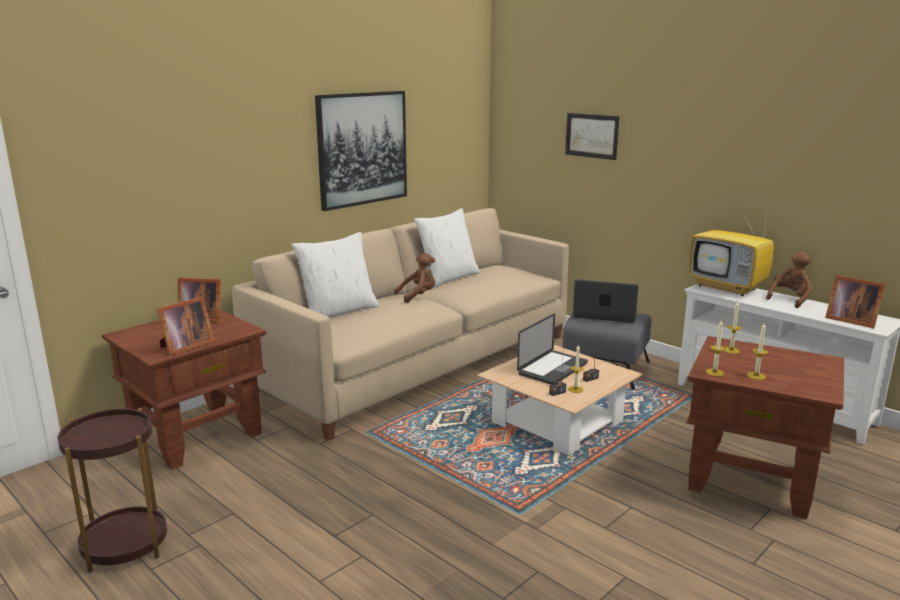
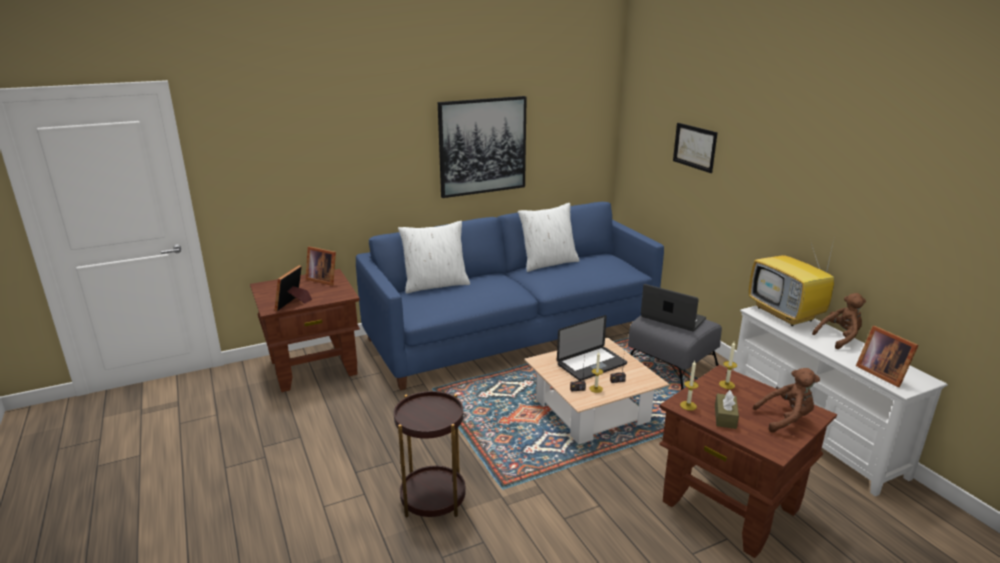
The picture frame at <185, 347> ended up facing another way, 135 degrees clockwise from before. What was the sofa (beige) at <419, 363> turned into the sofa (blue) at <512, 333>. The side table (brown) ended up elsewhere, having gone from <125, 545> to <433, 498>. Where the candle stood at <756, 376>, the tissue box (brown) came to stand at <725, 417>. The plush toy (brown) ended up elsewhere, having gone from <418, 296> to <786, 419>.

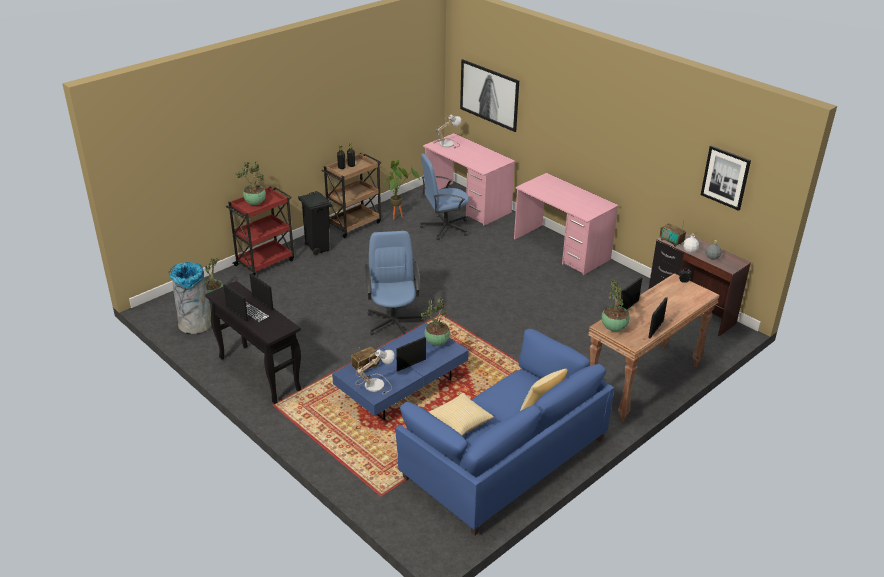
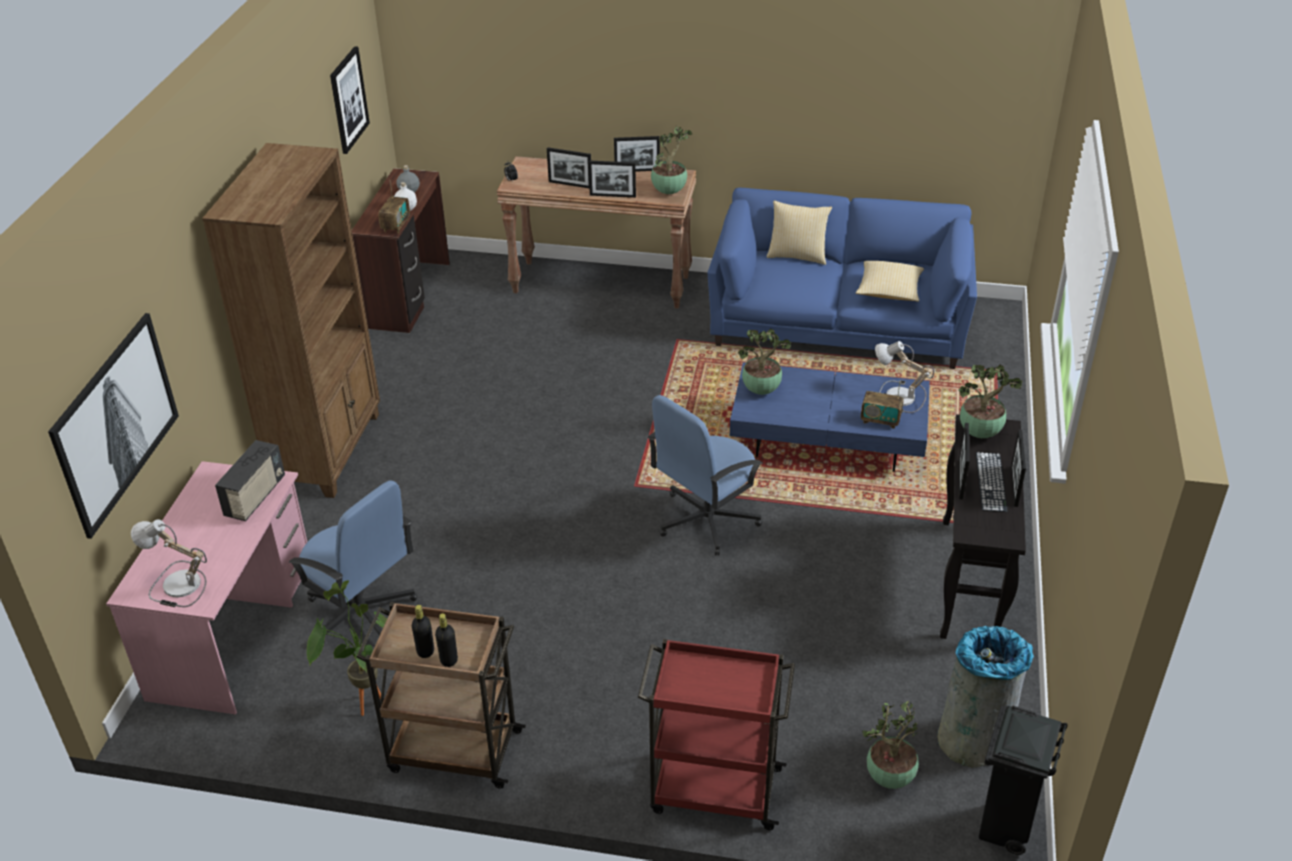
Where the desk (pink) stood at <561, 249>, the bookcase (brown) came to stand at <328, 450>. The second view gained the radio at <255, 497>. The picture frame ended up elsewhere, having gone from <411, 364> to <570, 184>. The potted plant ended up elsewhere, having gone from <254, 203> to <981, 433>. The trash can (black) ended up elsewhere, having gone from <317, 248> to <1004, 829>.

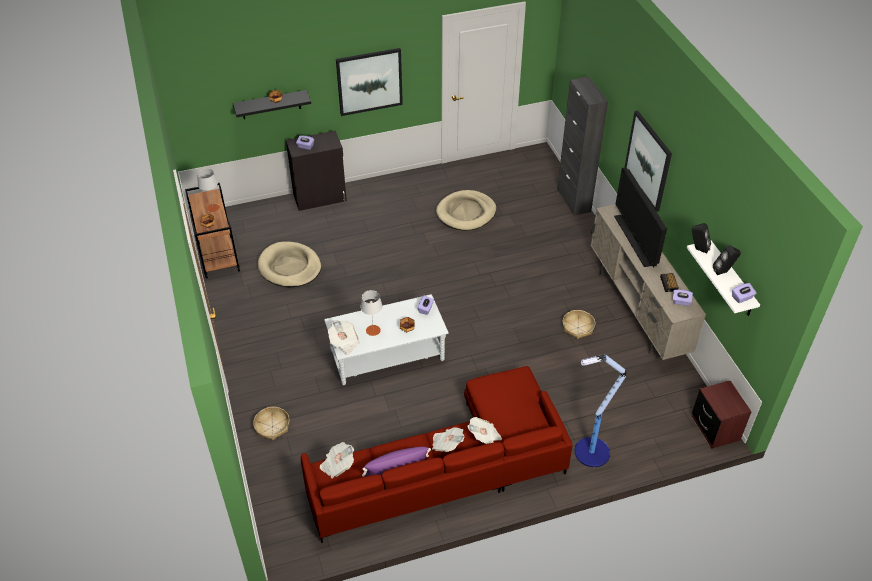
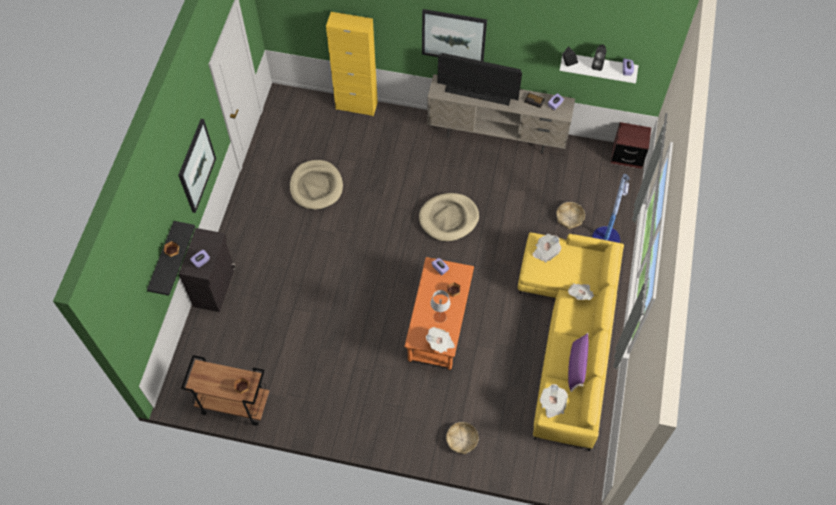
What was the cabinet (black) at <573, 200> turned into the cabinet (yellow) at <356, 106>. What was the coffee table (grey) at <387, 356> turned into the coffee table (orange) at <439, 323>. The dog bed (beige) ended up elsewhere, having gone from <290, 267> to <449, 218>. What was the sofa (red) at <447, 467> turned into the sofa (yellow) at <569, 335>. The newspaper ended up elsewhere, having gone from <447, 444> to <545, 251>. The basket ended up elsewhere, having gone from <578, 328> to <569, 218>. The second view lost the table lamp (grey) at <213, 208>.

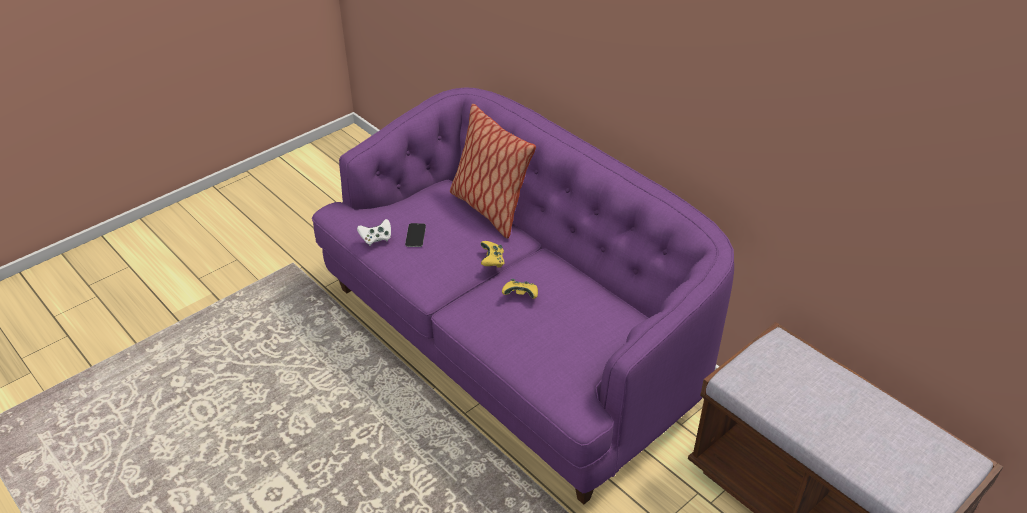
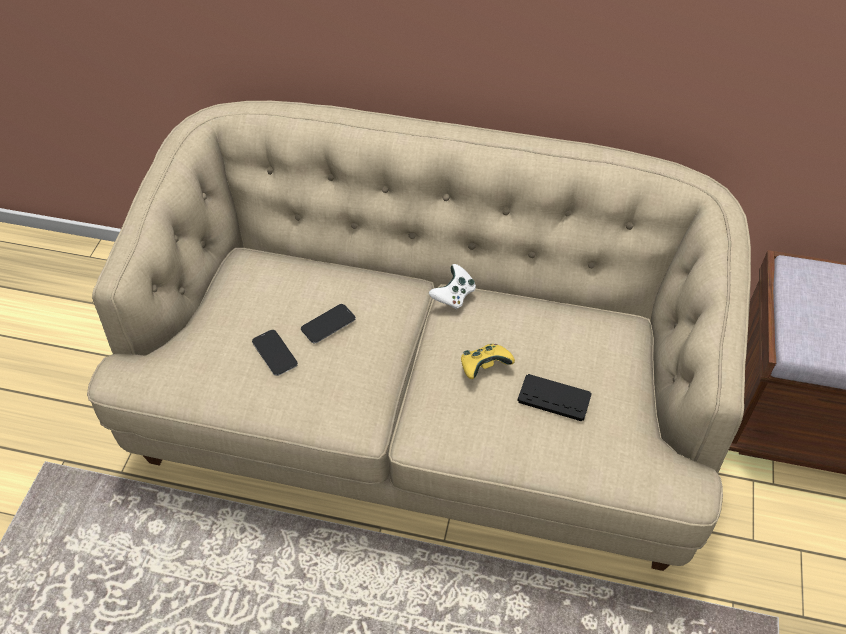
What was the sofa (purple) at <513, 343> turned into the sofa (beige) at <423, 415>. The second view gained the phone at <328, 324>. The game controller (white) ended up elsewhere, having gone from <376, 239> to <453, 296>. The second view gained the game controller (black) at <554, 398>. The second view lost the pillow at <489, 209>. The second view lost the game controller (yellow) at <492, 261>.

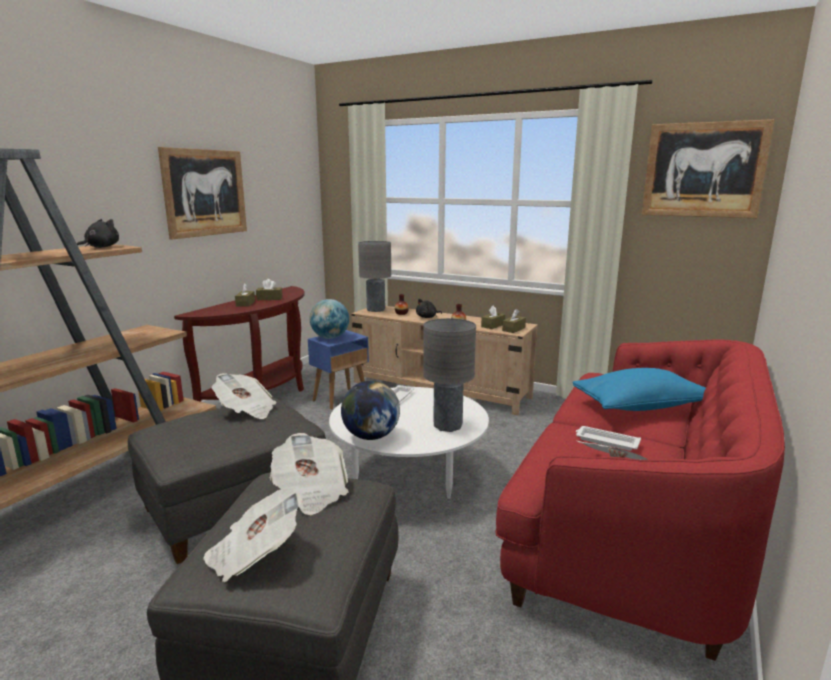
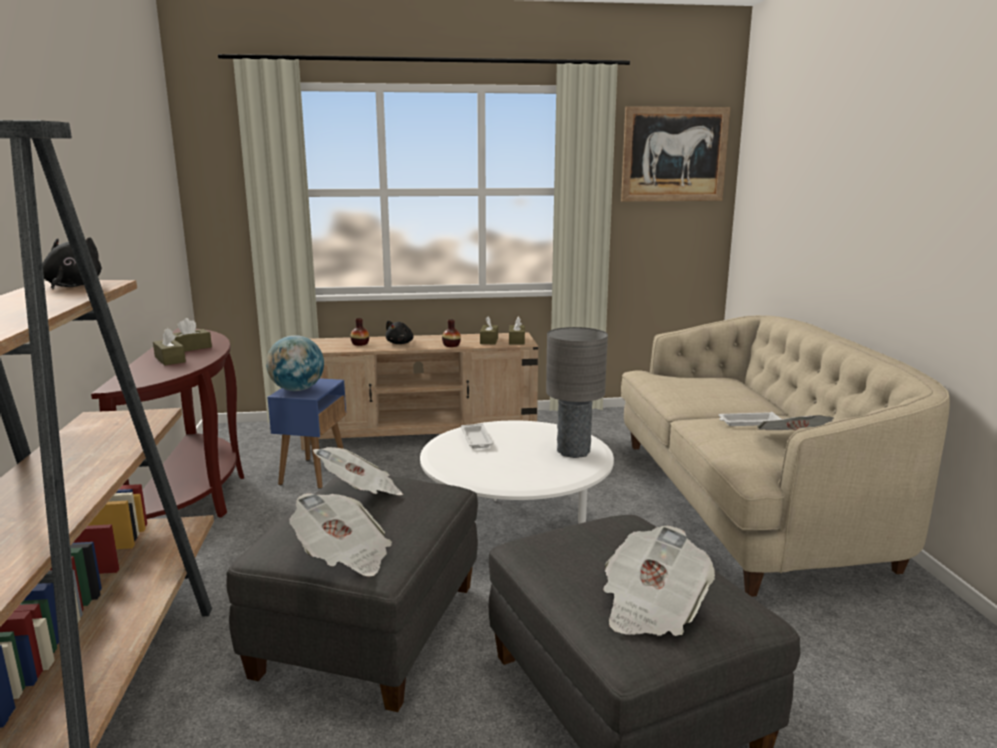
The newspaper ended up elsewhere, having gone from <311, 491> to <344, 556>. What was the sofa (red) at <633, 525> turned into the sofa (beige) at <747, 503>. The second view lost the picture at <205, 193>. The second view lost the globe at <371, 436>. The second view lost the table lamp (grey) at <375, 310>. The second view lost the pillow (blue) at <639, 406>.

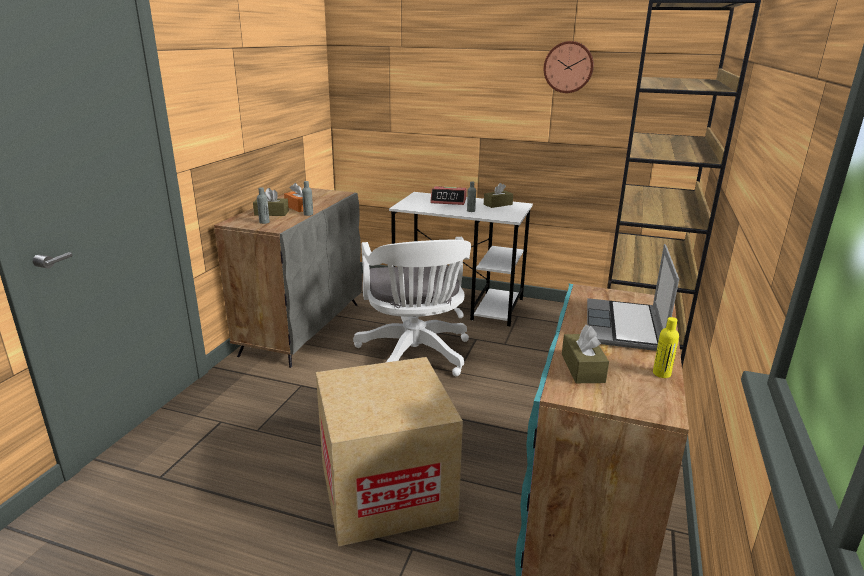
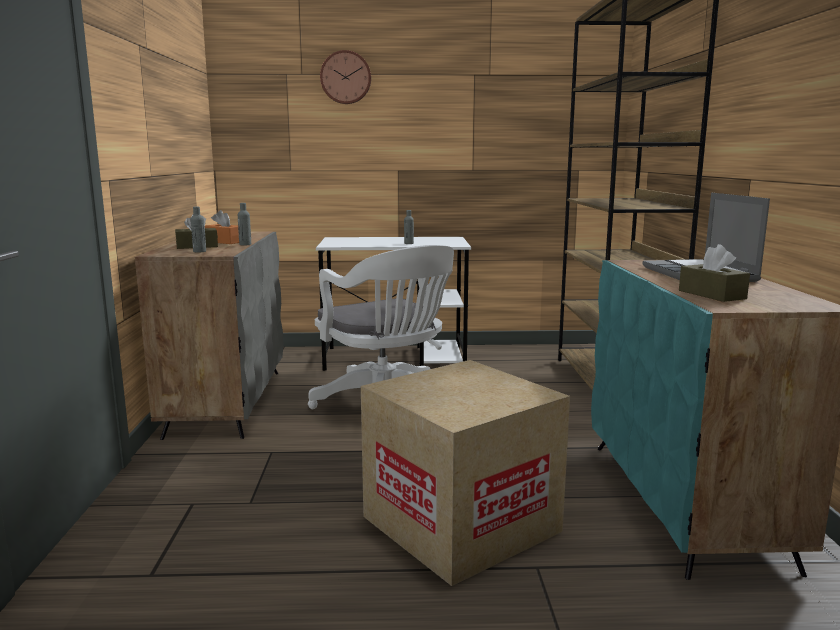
The wall clock ended up elsewhere, having gone from <568, 67> to <346, 77>. The second view lost the alarm clock at <449, 201>. The second view lost the tissue box (brown) at <498, 204>. The second view lost the bottle (yellow) at <661, 373>.

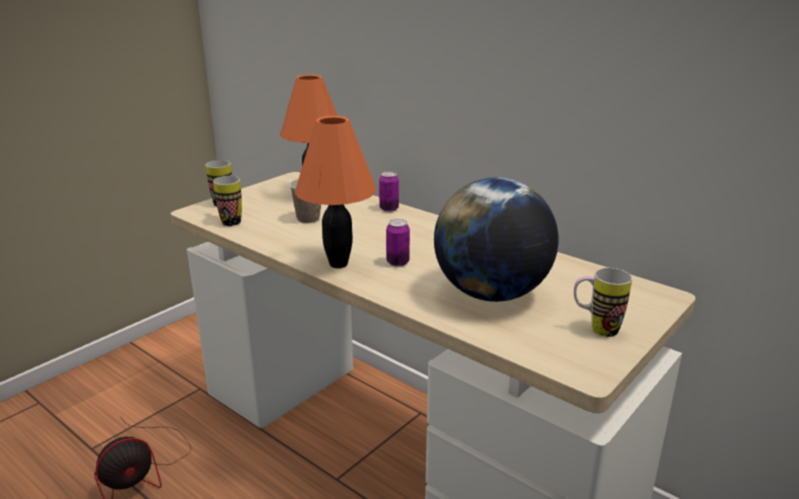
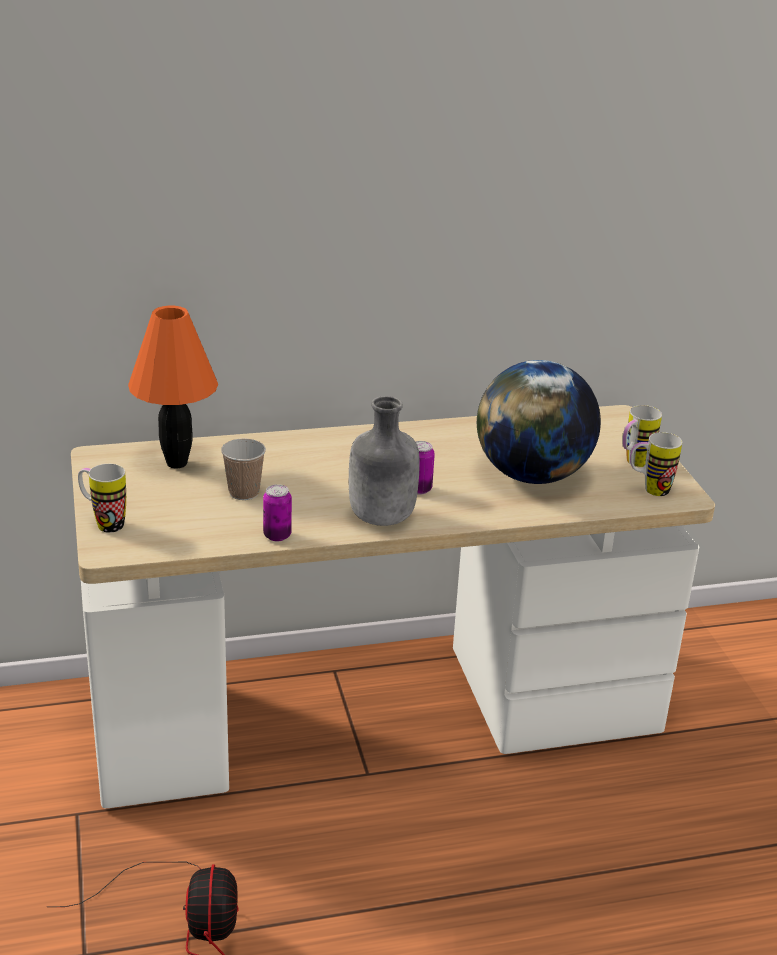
The can ended up elsewhere, having gone from <389, 209> to <277, 535>. Where the table lamp (orange) stood at <337, 264>, the bottle (grey) came to stand at <381, 518>. The mug ended up elsewhere, having gone from <228, 220> to <649, 490>.

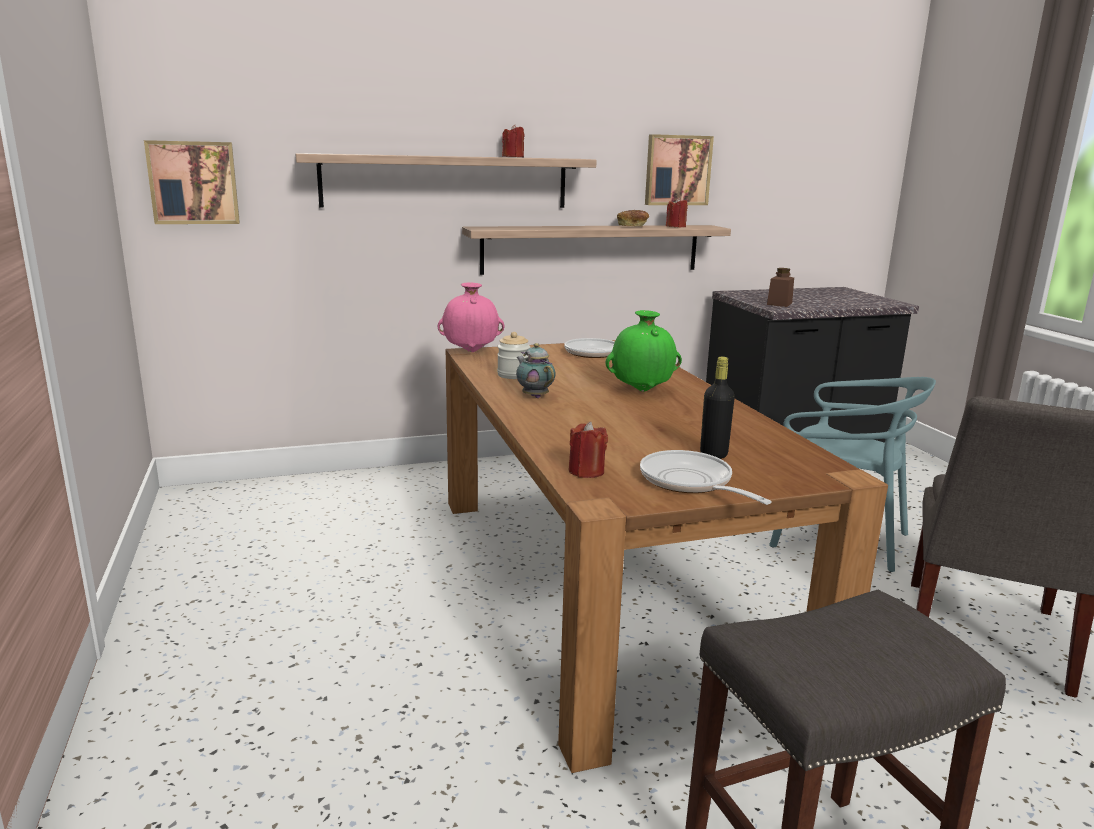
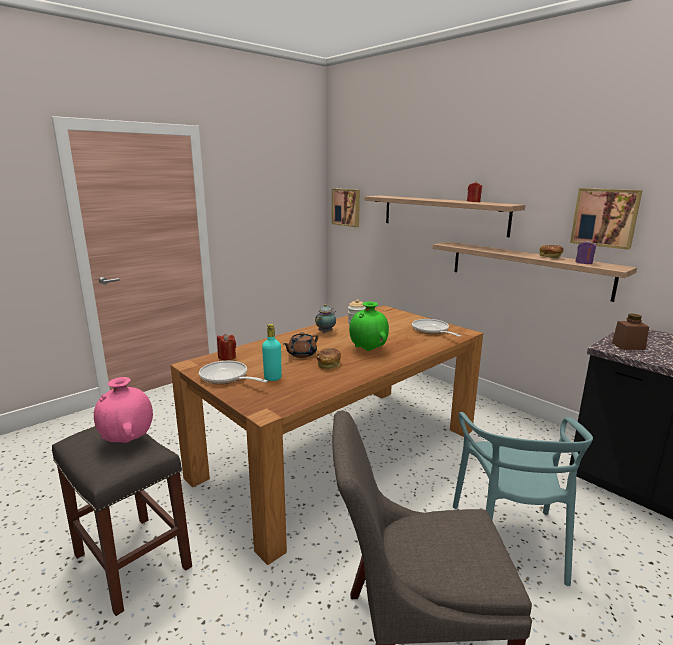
The vase (pink) ended up elsewhere, having gone from <471, 351> to <128, 441>. The frying pan at <690, 483> ended up facing another way, 90 degrees counterclockwise from before. What was the bottle (black) at <713, 454> turned into the bottle (turquoise) at <272, 378>. The second view gained the teapot (brown) at <301, 354>. The second view gained the bread at <329, 364>. What was the candle (red) at <676, 227> turned into the candle (purple) at <583, 263>.

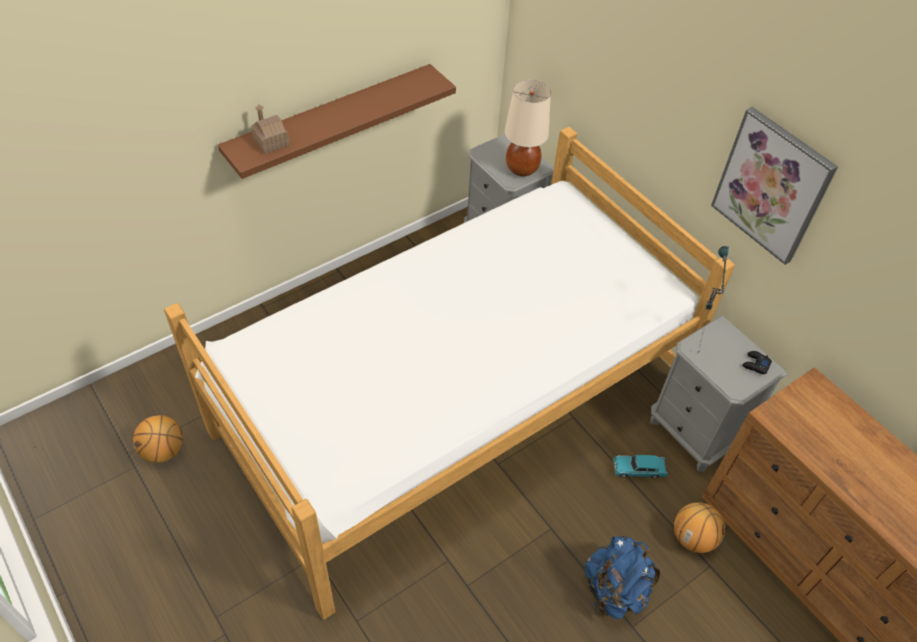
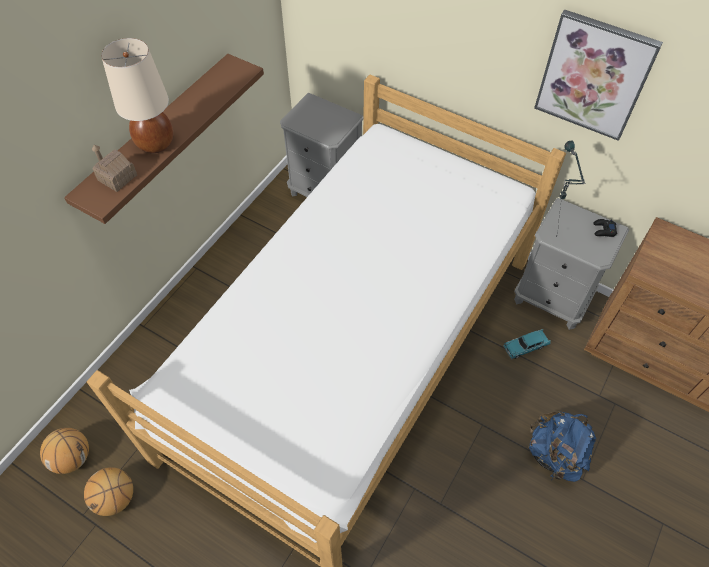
The basketball ended up elsewhere, having gone from <693, 537> to <72, 458>. The table lamp (beige) ended up elsewhere, having gone from <522, 169> to <156, 144>.

